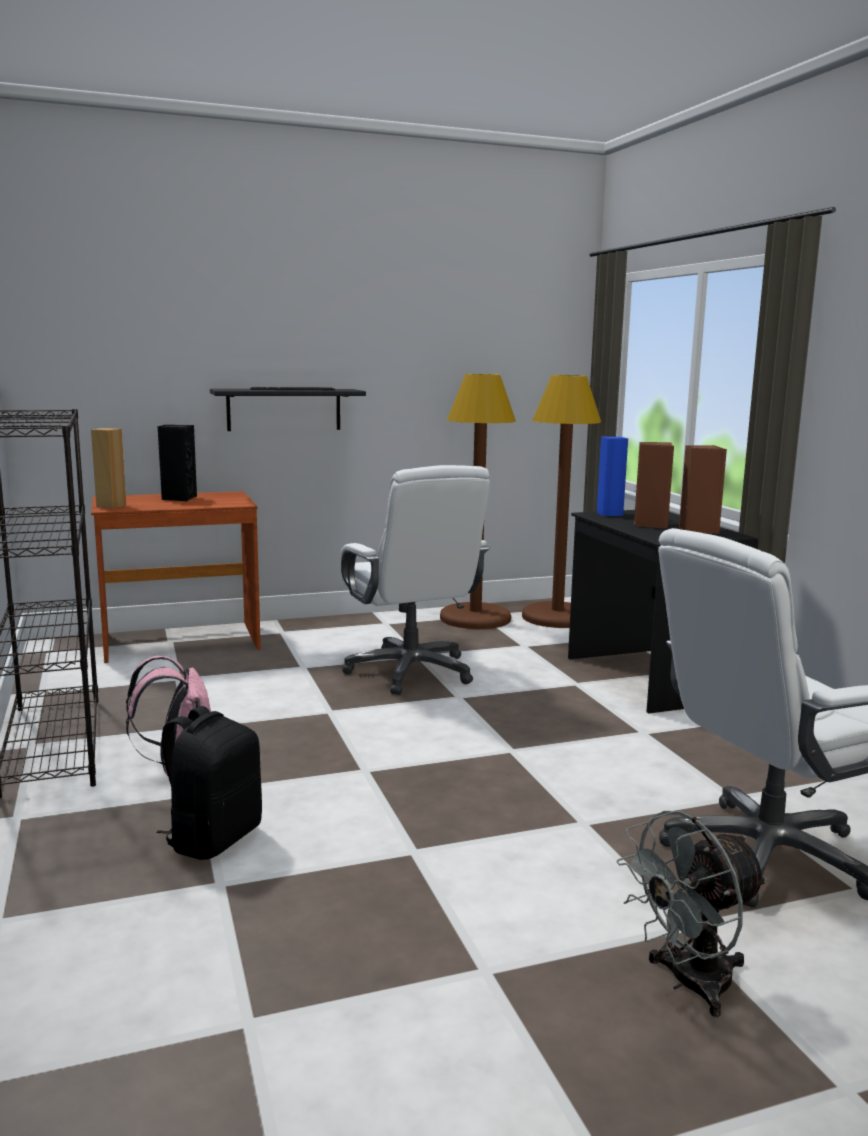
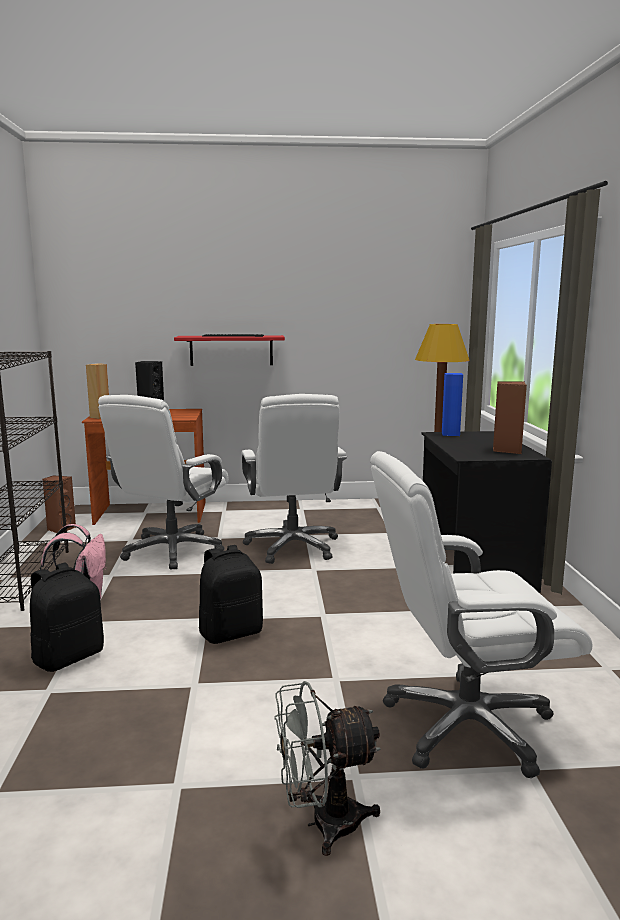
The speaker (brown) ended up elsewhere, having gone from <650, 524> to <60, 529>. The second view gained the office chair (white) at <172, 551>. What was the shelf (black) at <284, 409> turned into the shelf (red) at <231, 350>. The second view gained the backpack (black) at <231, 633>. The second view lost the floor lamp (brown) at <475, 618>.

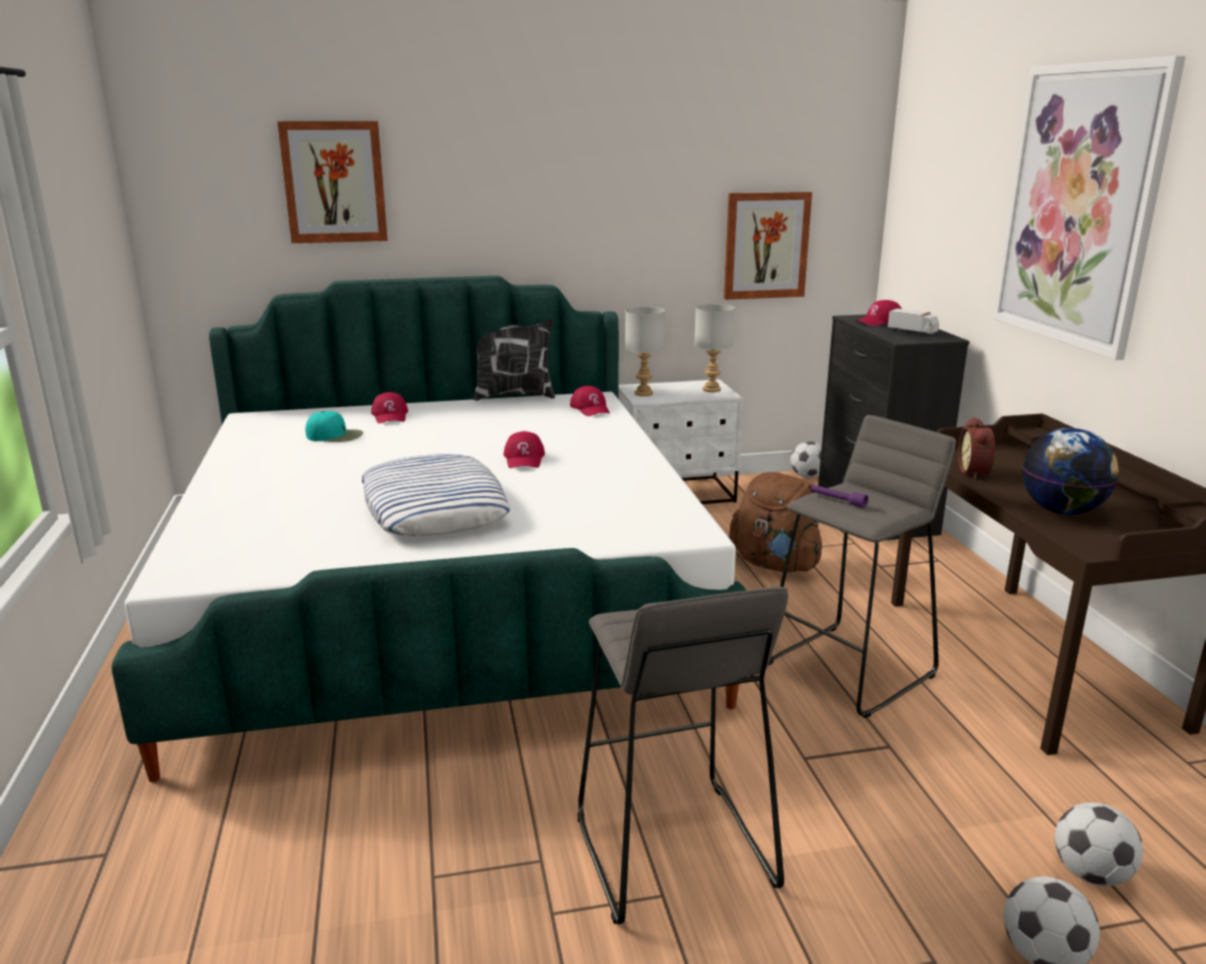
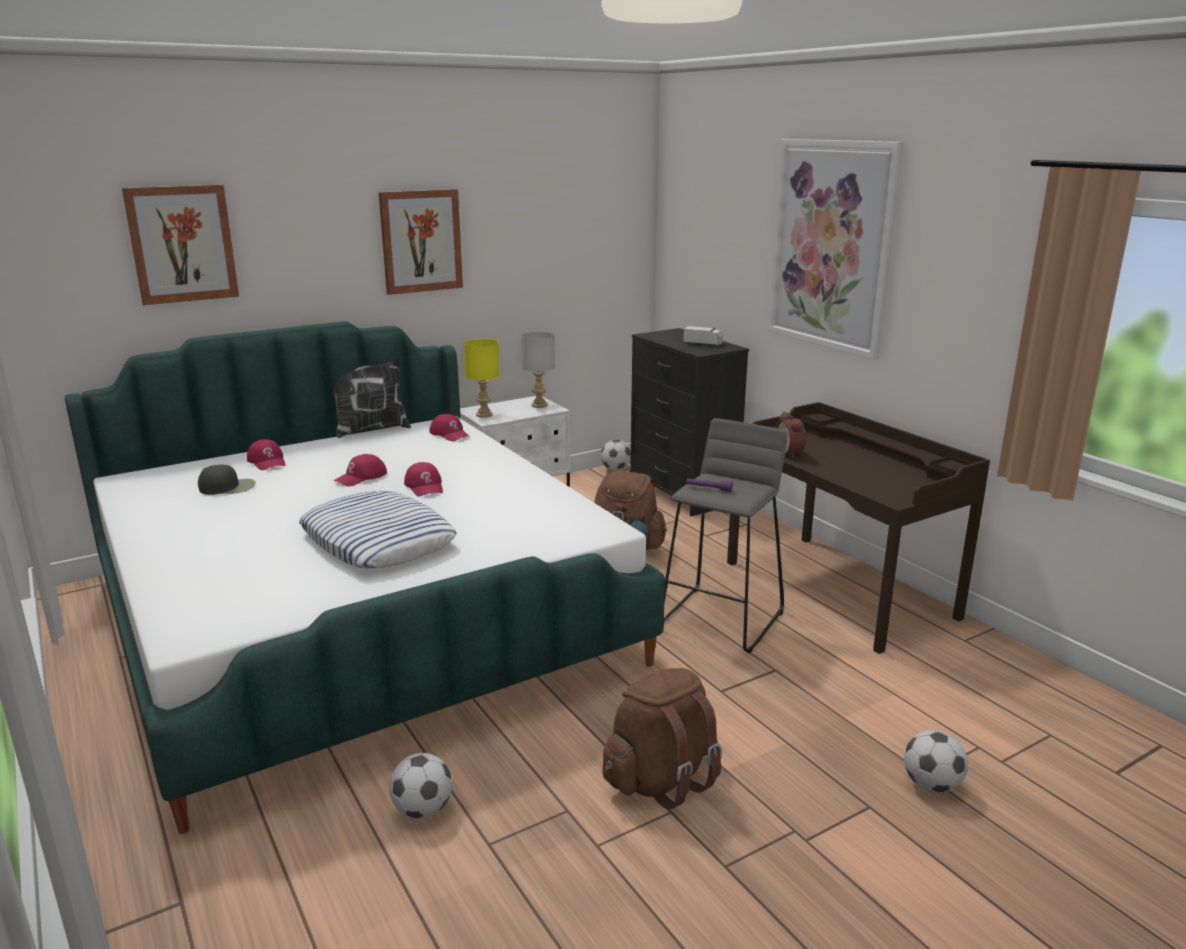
What was the cap (turquoise) at <335, 435> turned into the cap (black) at <228, 487>. The cap (red) ended up elsewhere, having gone from <880, 322> to <361, 477>. The picture ended up elsewhere, having gone from <766, 245> to <421, 241>. The football ended up elsewhere, having gone from <1090, 874> to <423, 810>. What was the table lamp (grey) at <644, 393> turned into the table lamp (yellow) at <484, 415>. Where the stool (grey) stood at <671, 851>, the backpack (brown) came to stand at <661, 779>. The second view lost the globe at <1062, 511>.

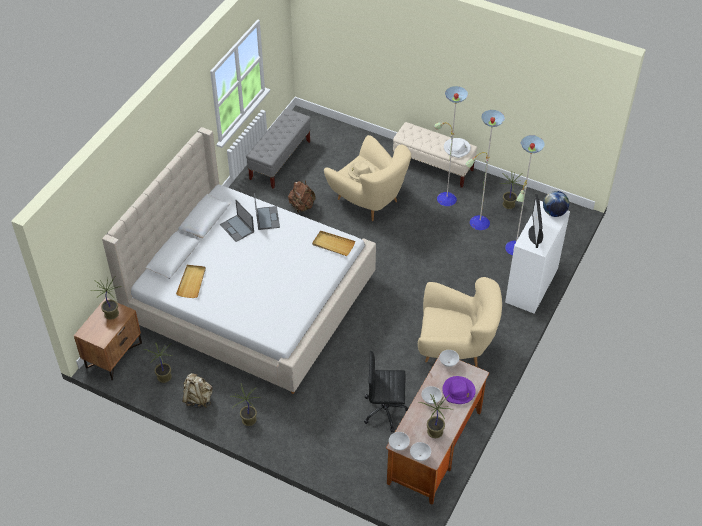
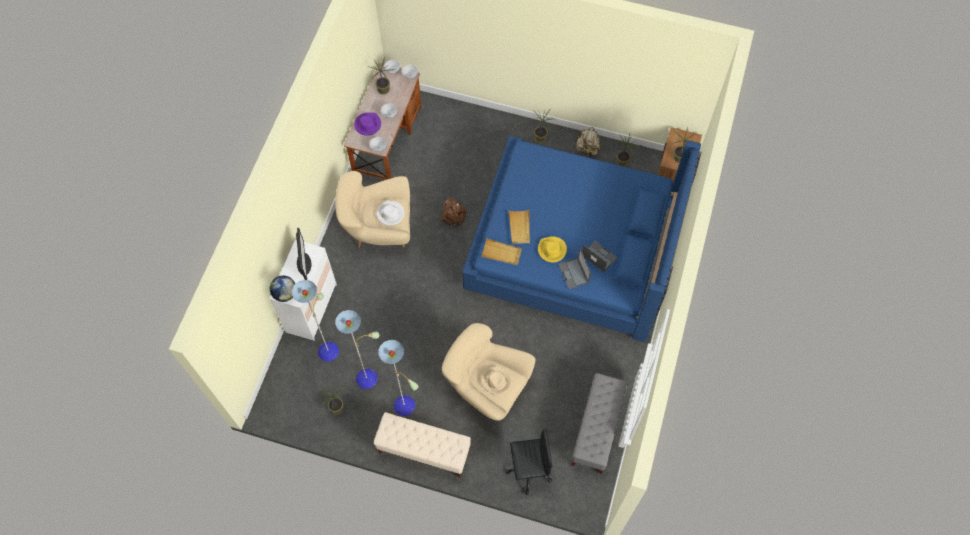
The hat (white) ended up elsewhere, having gone from <457, 149> to <390, 214>. The backpack (brown) ended up elsewhere, having gone from <301, 206> to <453, 218>. What was the bed (beige) at <250, 299> turned into the bed (blue) at <574, 249>. The office chair (black) ended up elsewhere, having gone from <386, 410> to <528, 469>. The tray (beige) ended up elsewhere, having gone from <192, 282> to <519, 227>. The second view gained the hat (yellow) at <551, 250>.

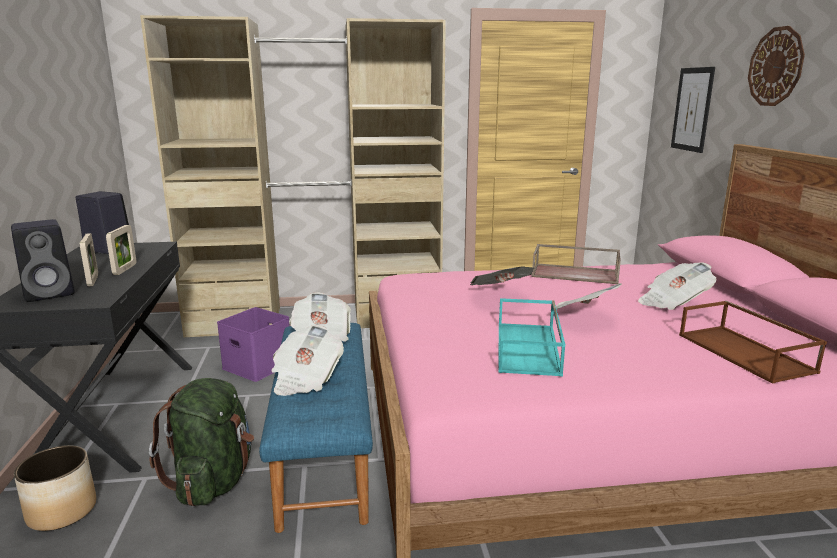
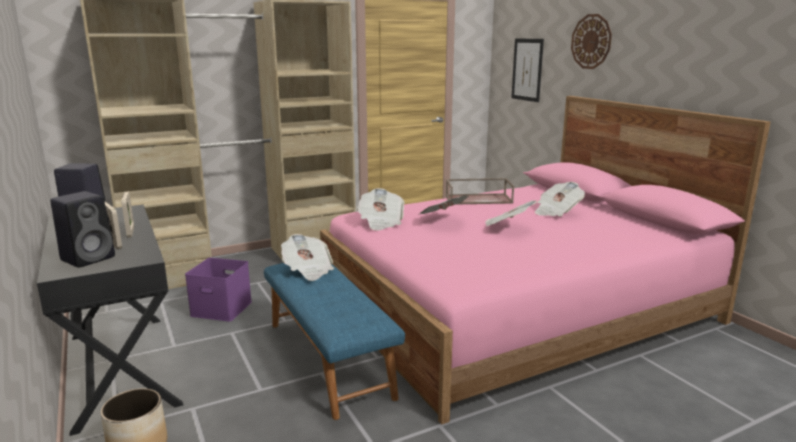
The newspaper ended up elsewhere, having gone from <305, 379> to <381, 222>. The second view lost the backpack (green) at <213, 481>. The second view lost the tray (turquoise) at <529, 349>. The second view lost the tray (brown) at <746, 353>.

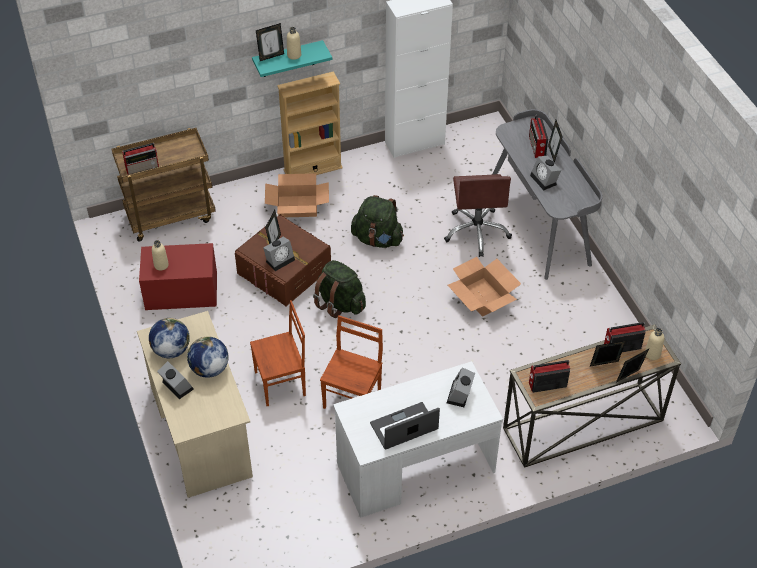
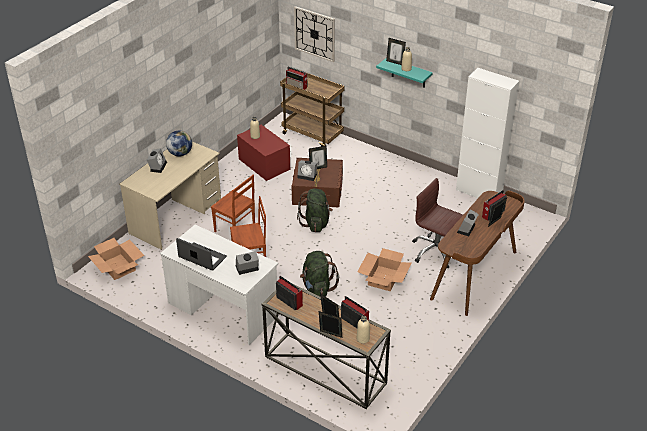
The cardboard box ended up elsewhere, having gone from <297, 206> to <118, 267>. The second view gained the wall clock at <315, 33>. The backpack (green) ended up elsewhere, having gone from <377, 239> to <317, 288>. The office chair (brown) at <477, 232> ended up facing another way, 75 degrees clockwise from before. What was the desk (grey) at <539, 224> turned into the desk (brown) at <475, 275>. The second view lost the globe at <209, 369>. The second view lost the bookcase (beige) at <313, 169>.

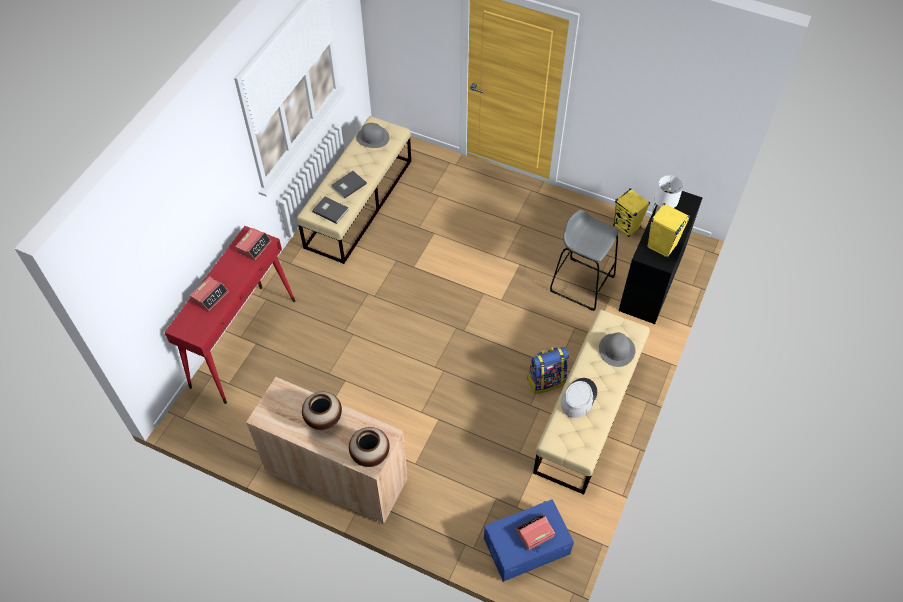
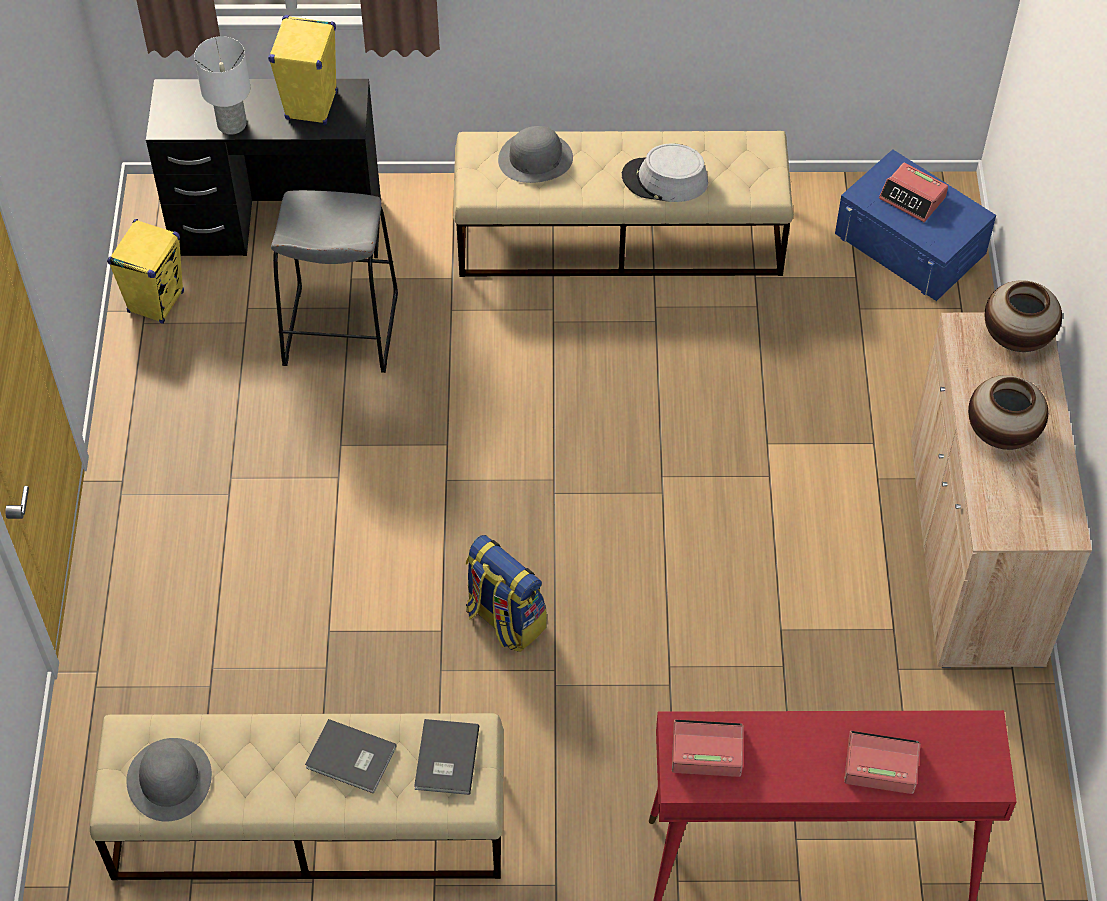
The backpack ended up elsewhere, having gone from <546, 380> to <504, 619>.

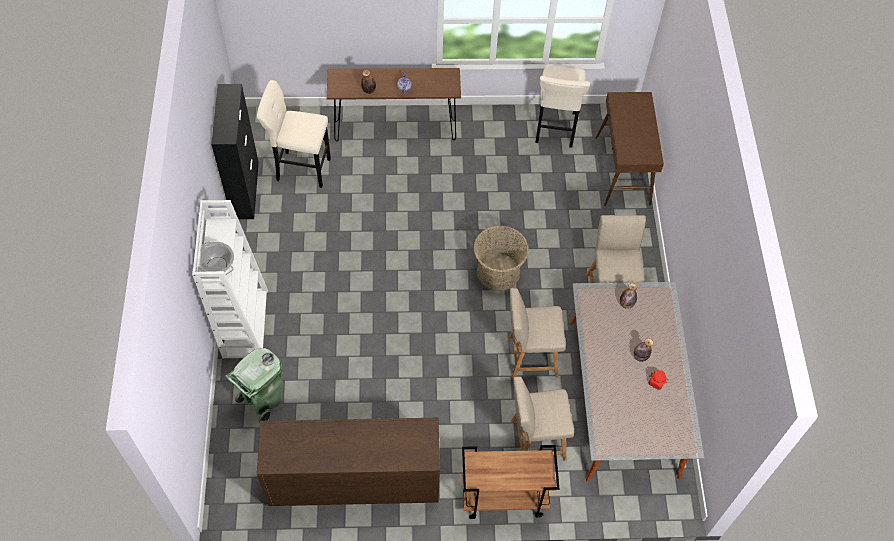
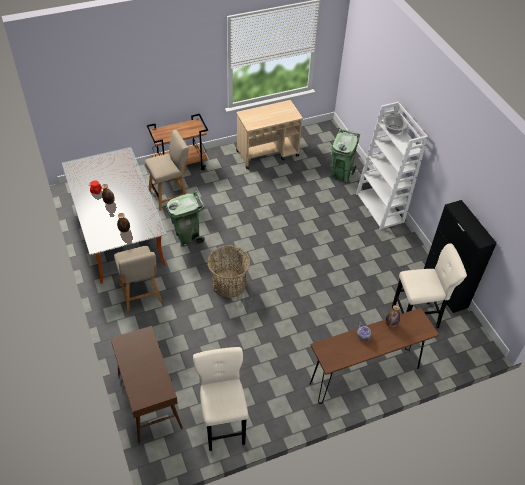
Where the chair (beige) stood at <529, 356>, the trash can (green) came to stand at <188, 237>. Where the dresser (brown) stood at <353, 481>, the cart (beige) came to stand at <268, 153>.

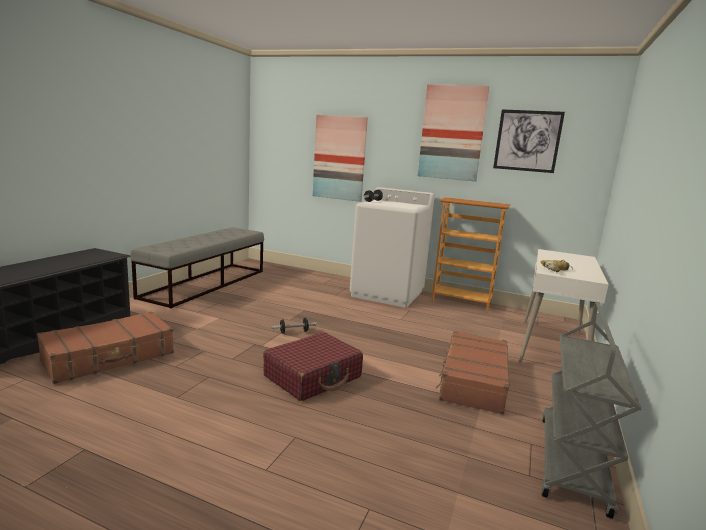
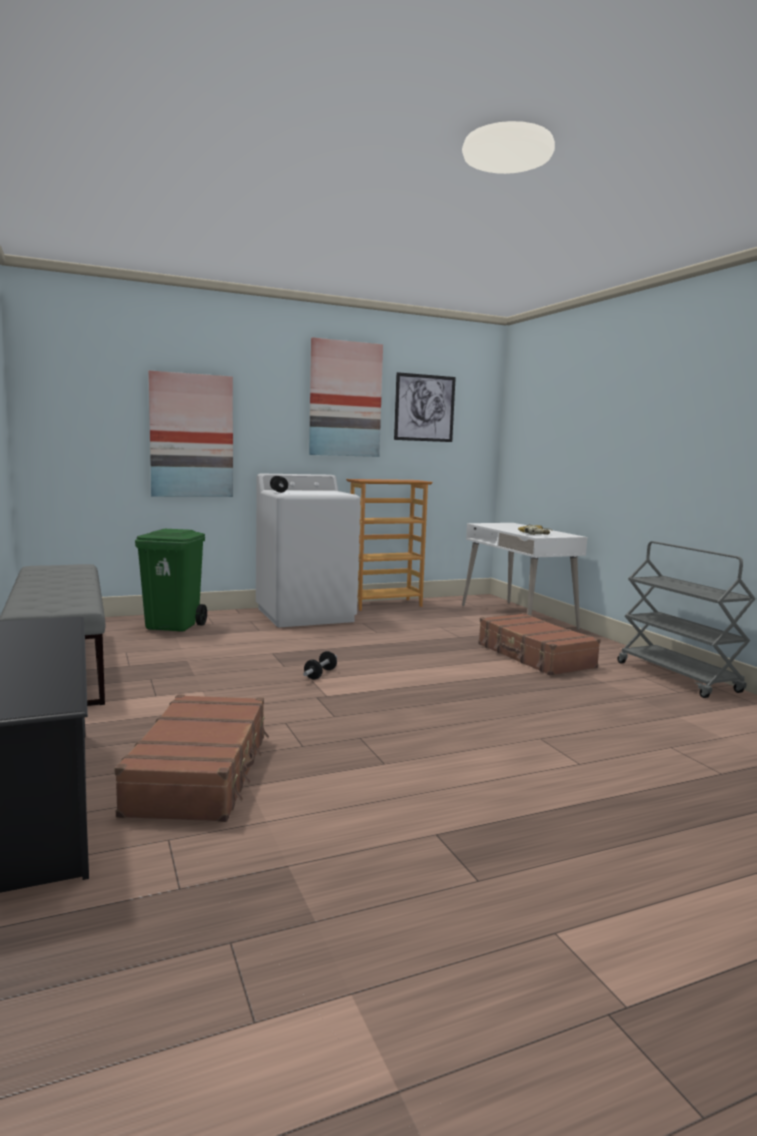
The second view gained the trash can (green) at <173, 626>. The second view lost the suitcase (red) at <313, 377>.

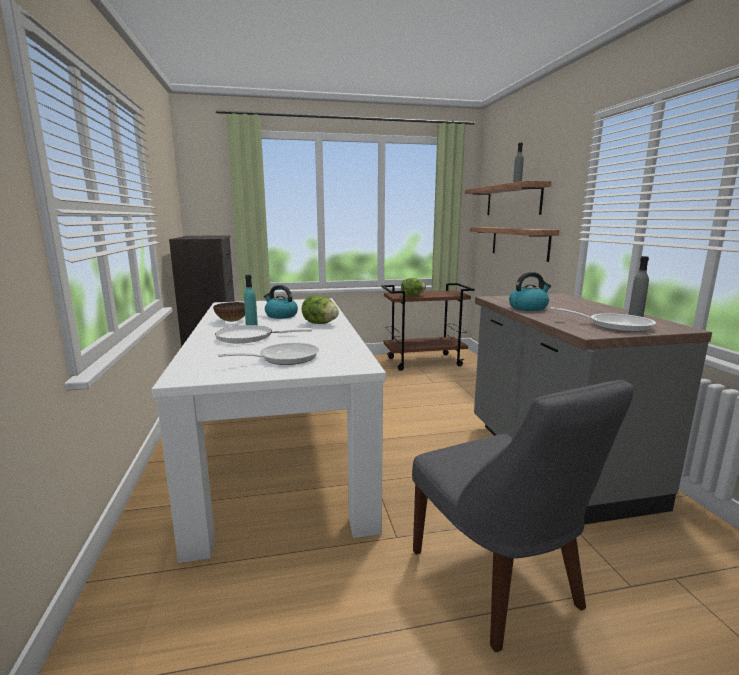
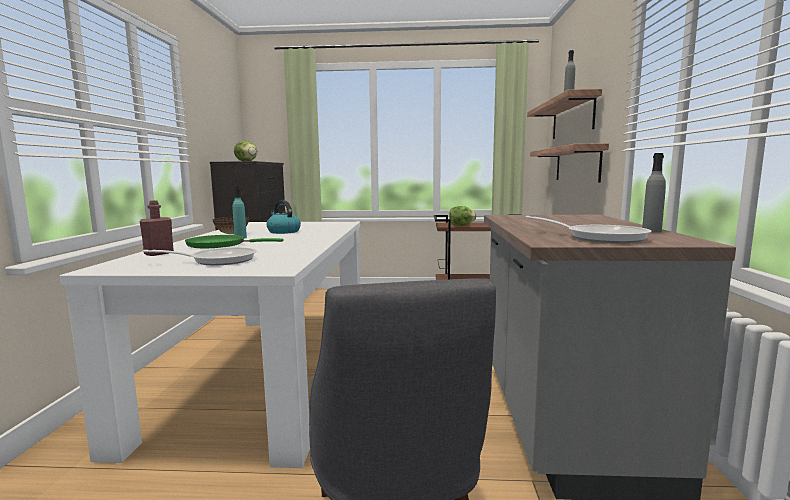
The second view gained the bottle (red) at <159, 253>. What was the frying pan (white) at <248, 337> turned into the frying pan (green) at <220, 245>. The lettuce ended up elsewhere, having gone from <320, 324> to <247, 161>. The second view lost the kettle at <528, 308>.

